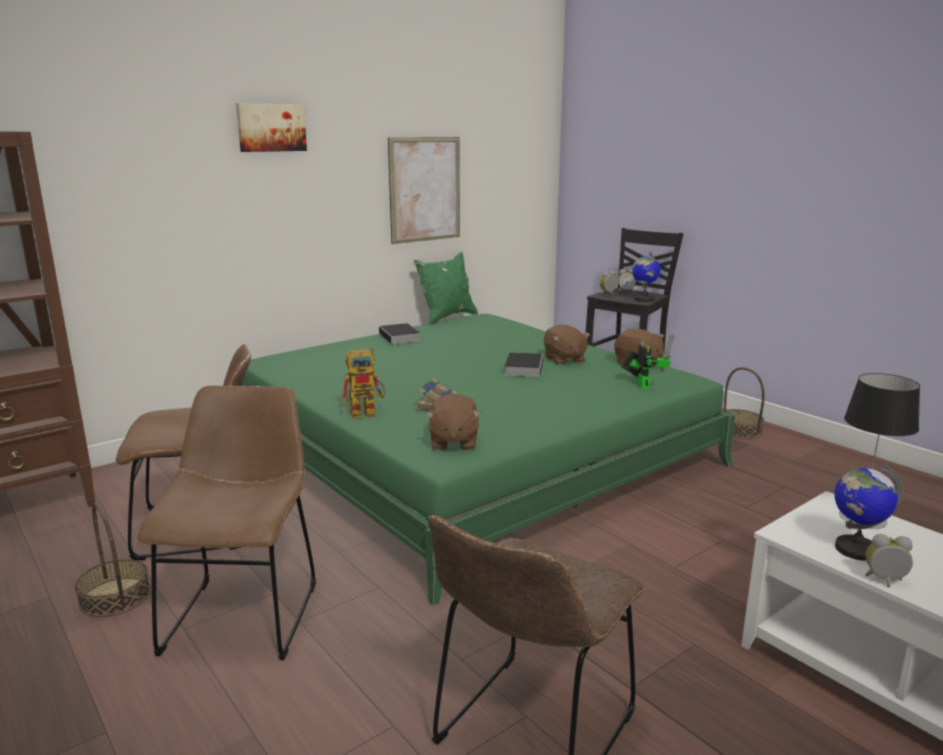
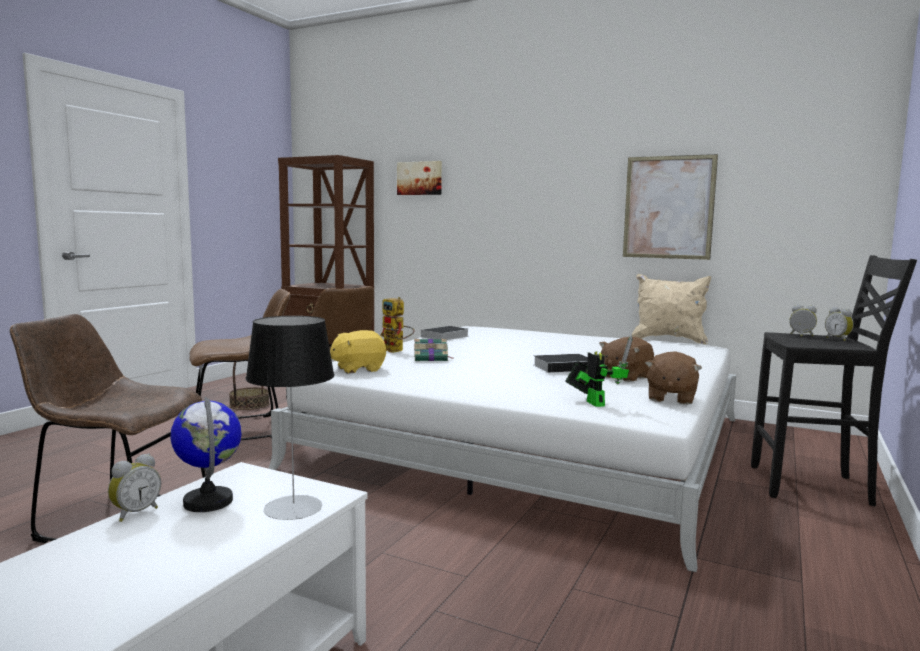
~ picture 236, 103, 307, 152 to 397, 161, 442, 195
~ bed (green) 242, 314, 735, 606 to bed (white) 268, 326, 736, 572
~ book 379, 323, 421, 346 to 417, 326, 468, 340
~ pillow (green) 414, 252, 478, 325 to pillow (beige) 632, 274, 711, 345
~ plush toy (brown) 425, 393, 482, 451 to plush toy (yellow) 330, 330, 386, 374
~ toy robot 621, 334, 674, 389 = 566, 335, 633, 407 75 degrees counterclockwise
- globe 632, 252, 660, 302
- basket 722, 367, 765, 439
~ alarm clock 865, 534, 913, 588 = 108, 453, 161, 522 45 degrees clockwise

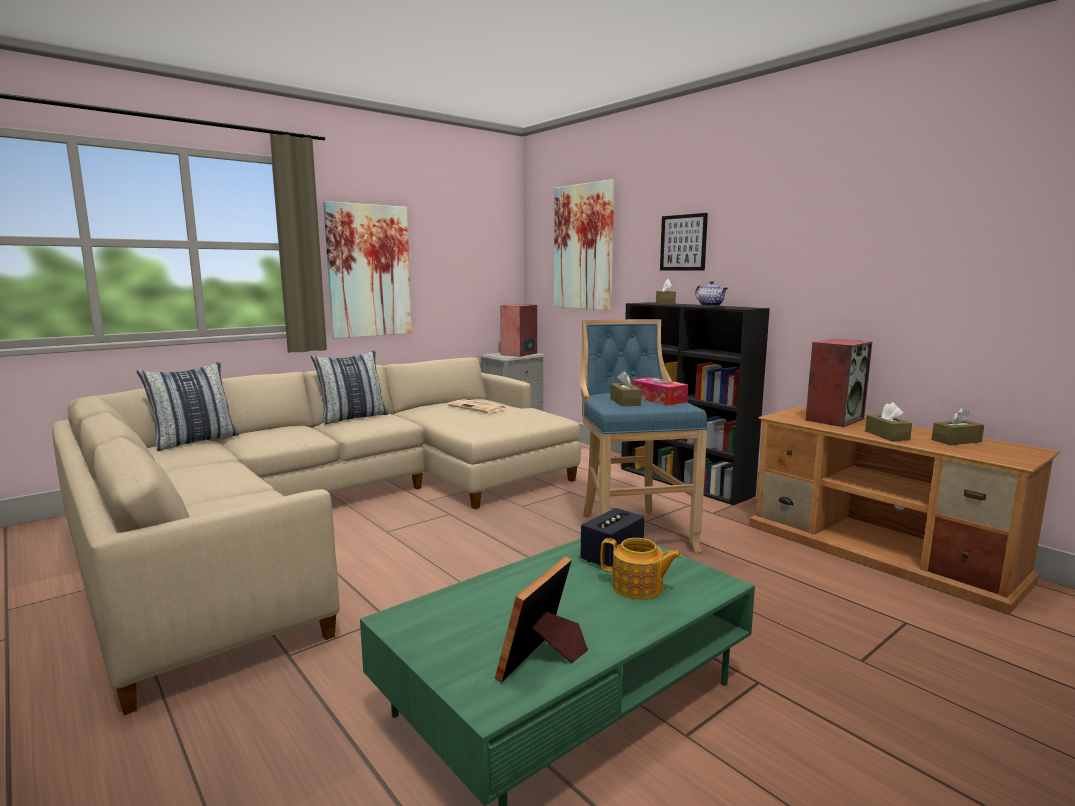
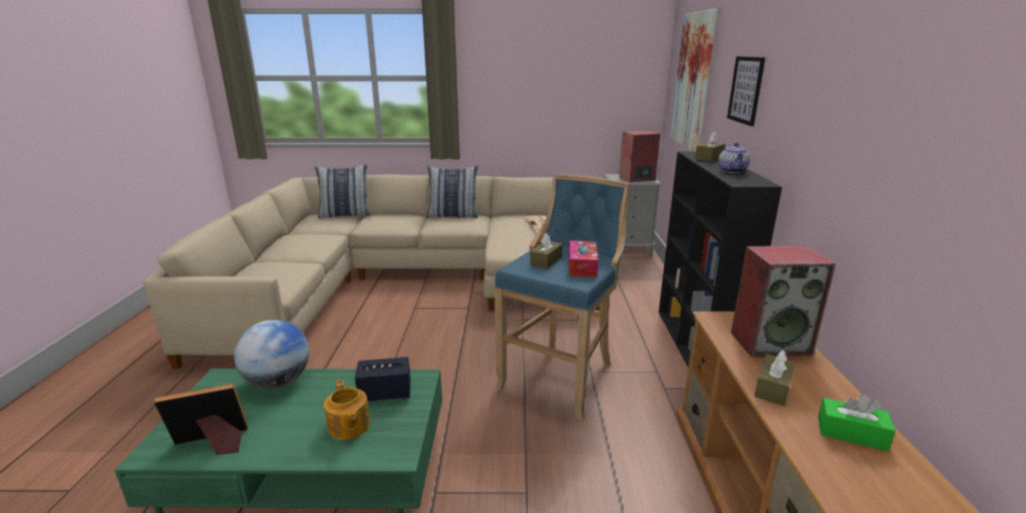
- picture 323, 201, 412, 339
~ tissue box (brown) 932, 407, 984, 445 to tissue box (green) 818, 394, 895, 451
+ globe 234, 320, 309, 389

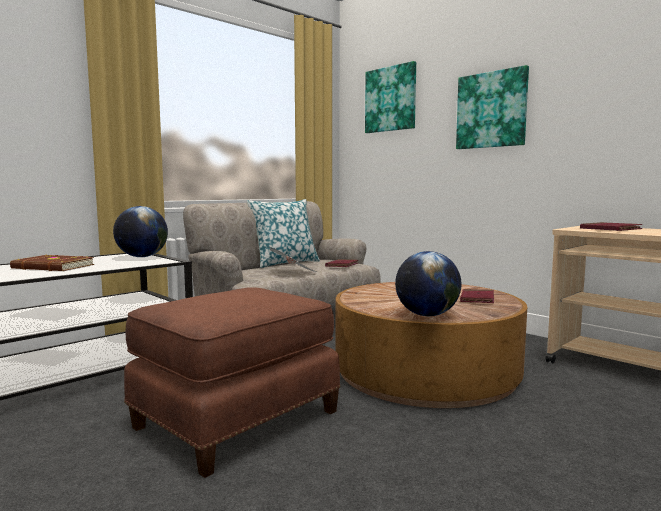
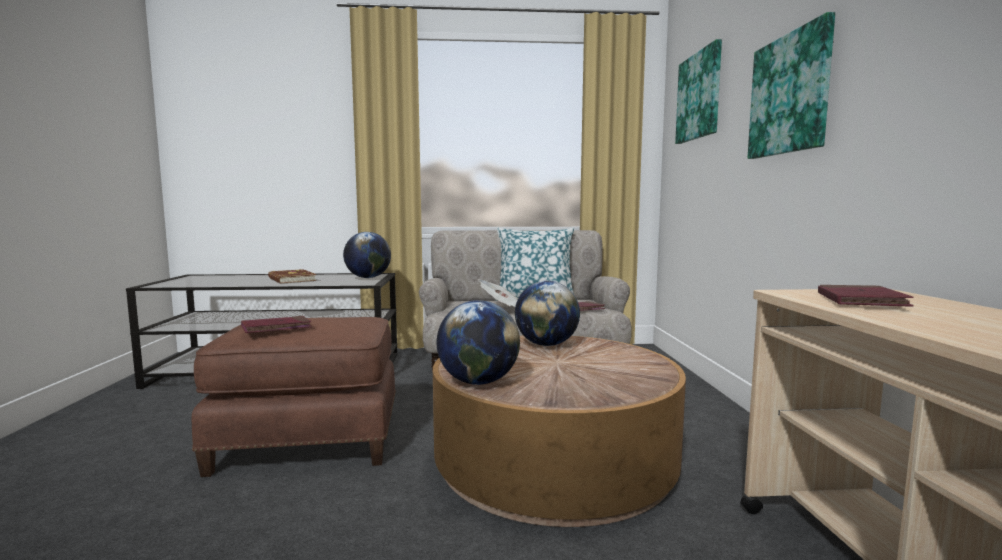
~ book (red) 460, 289, 494, 303 to 241, 315, 312, 333
+ globe 515, 281, 580, 346

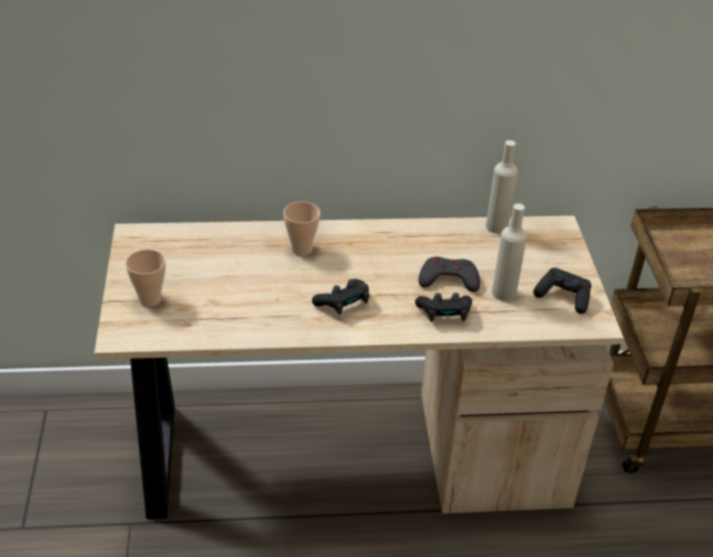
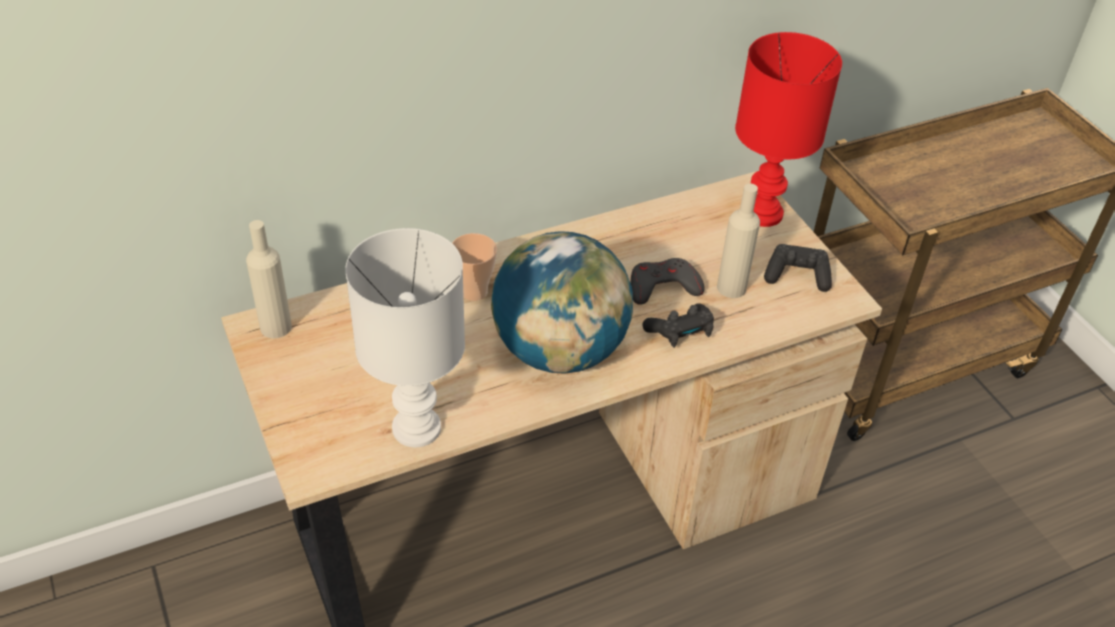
- cup 125, 249, 166, 307
~ game controller (black) 312, 279, 369, 315 to globe 491, 231, 633, 374
~ bottle (beige) 486, 140, 518, 234 to 246, 220, 292, 339
+ table lamp (white) 345, 228, 465, 448
+ table lamp (red) 735, 32, 842, 227

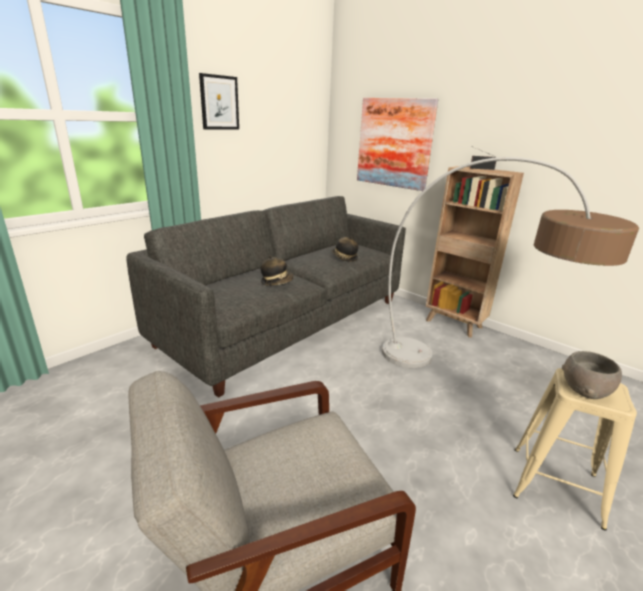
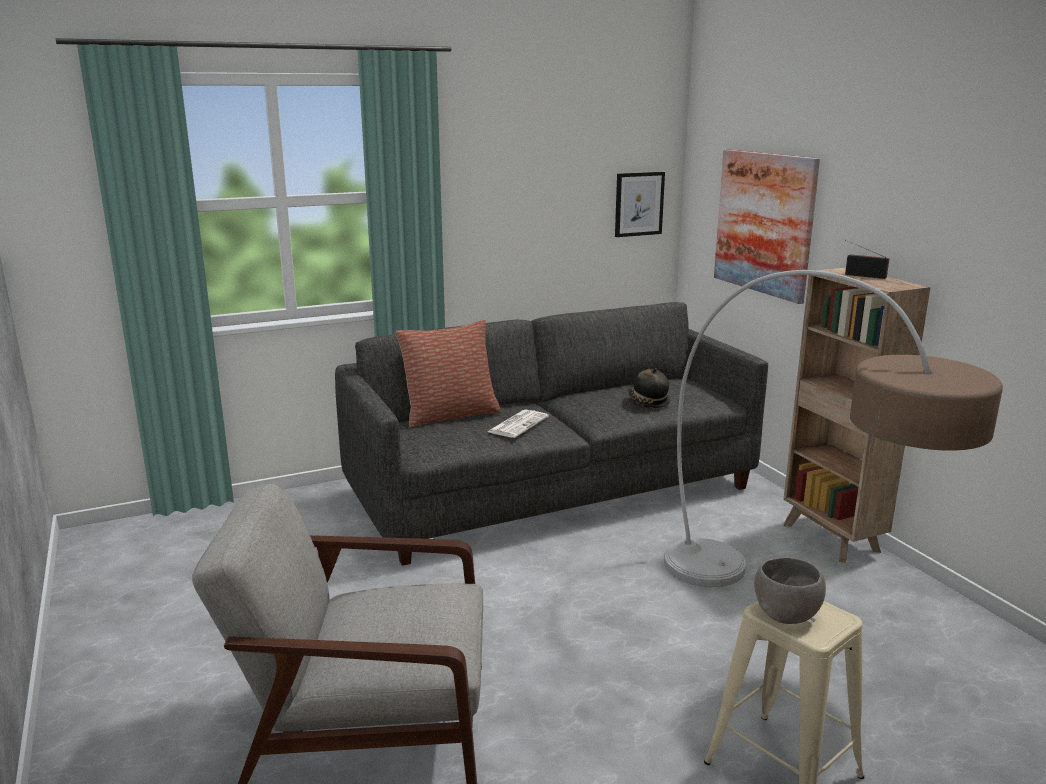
~ picture 199, 73, 239, 129 to 615, 172, 665, 237
~ hat 261, 255, 293, 285 to newspaper 488, 409, 549, 438
+ pillow 395, 320, 501, 428

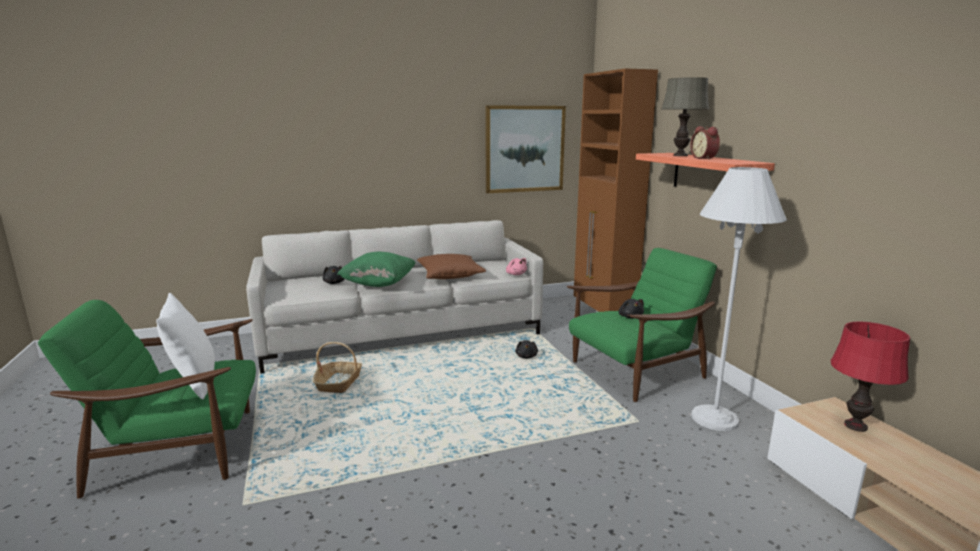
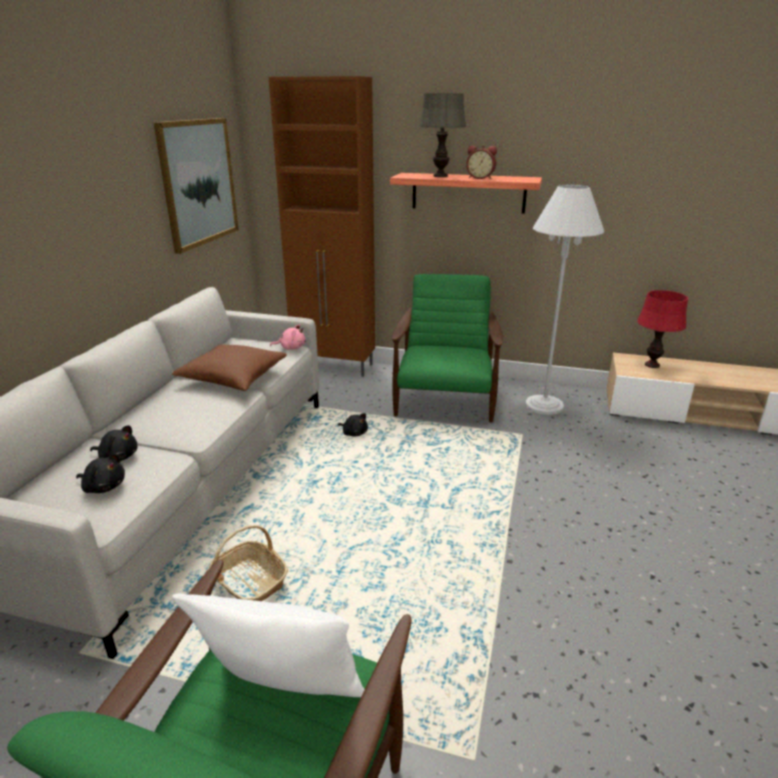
- pillow (green) 337, 252, 416, 287
~ plush toy (black) 619, 299, 644, 319 to 76, 454, 125, 493

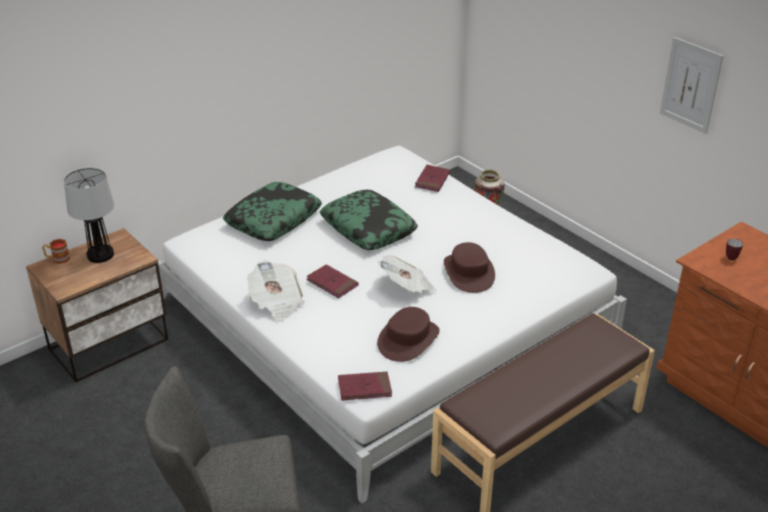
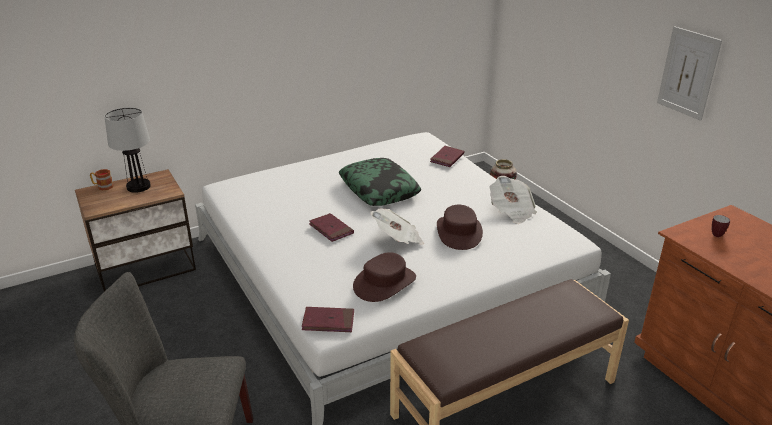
- pillow 223, 182, 322, 241
~ newspaper 247, 260, 305, 321 to 489, 176, 537, 224

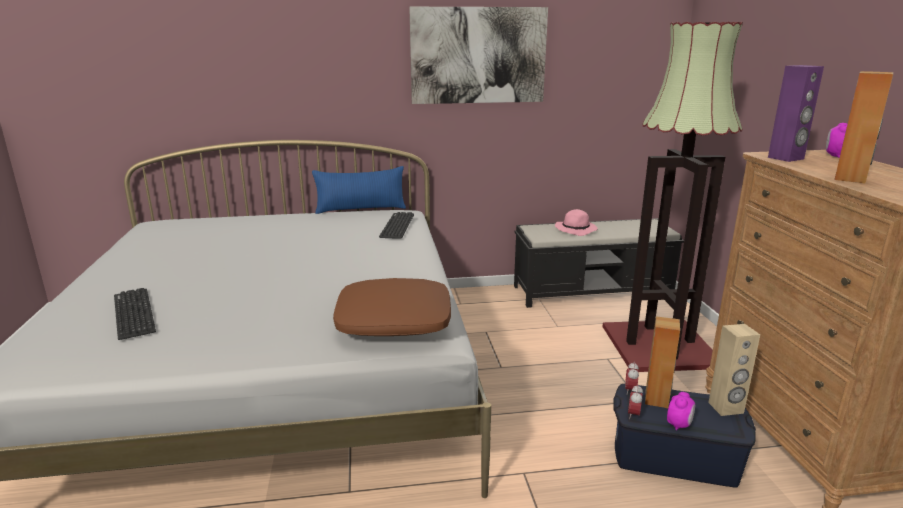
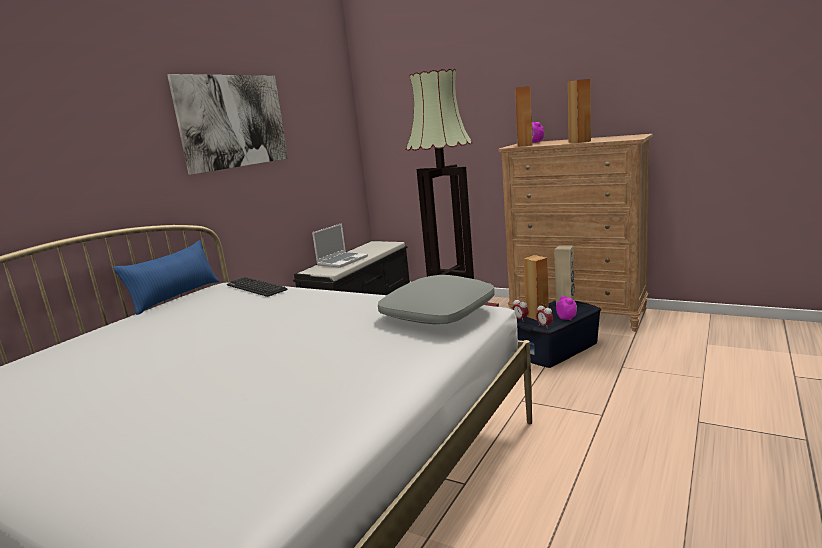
- keyboard 114, 288, 156, 340
~ pillow (brown) 333, 278, 451, 336 to pillow (grey) 378, 275, 495, 324
~ hat (pink) 555, 209, 597, 236 to laptop 312, 223, 368, 268
~ speaker (purple) 768, 65, 824, 162 to speaker (brown) 515, 86, 533, 147

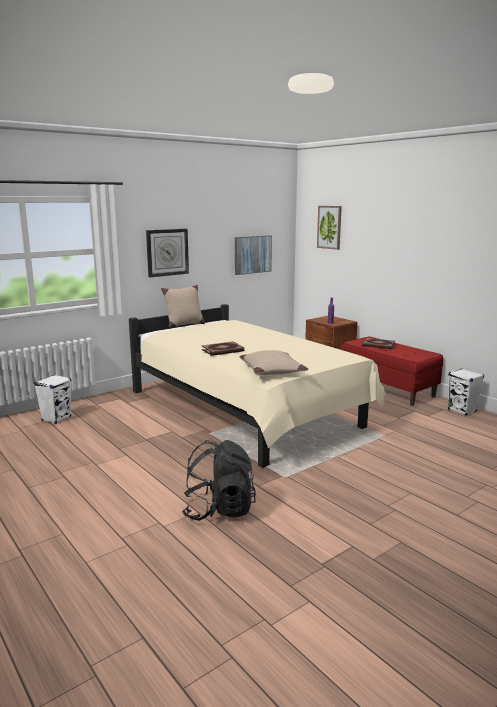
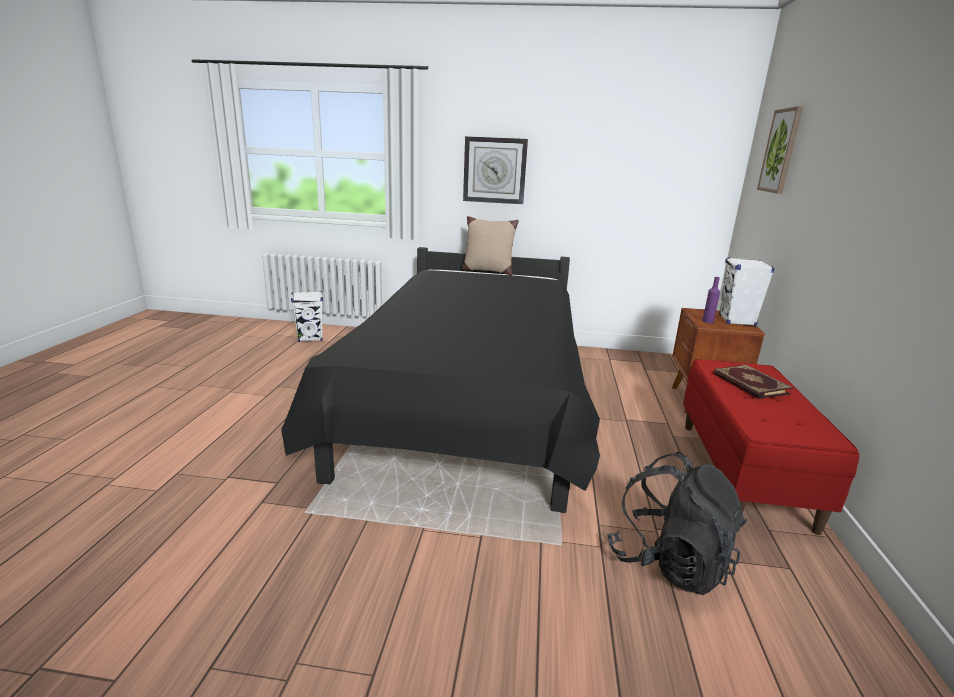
~ bed (beige) 129, 304, 386, 468 to bed (black) 281, 247, 600, 513
~ backpack (black) 182, 440, 256, 521 to 607, 452, 747, 595
- book 202, 341, 244, 356
- picture 235, 235, 272, 275
- pillow (beige) 240, 350, 308, 375
~ speaker (white) 448, 368, 484, 416 to 719, 257, 774, 327

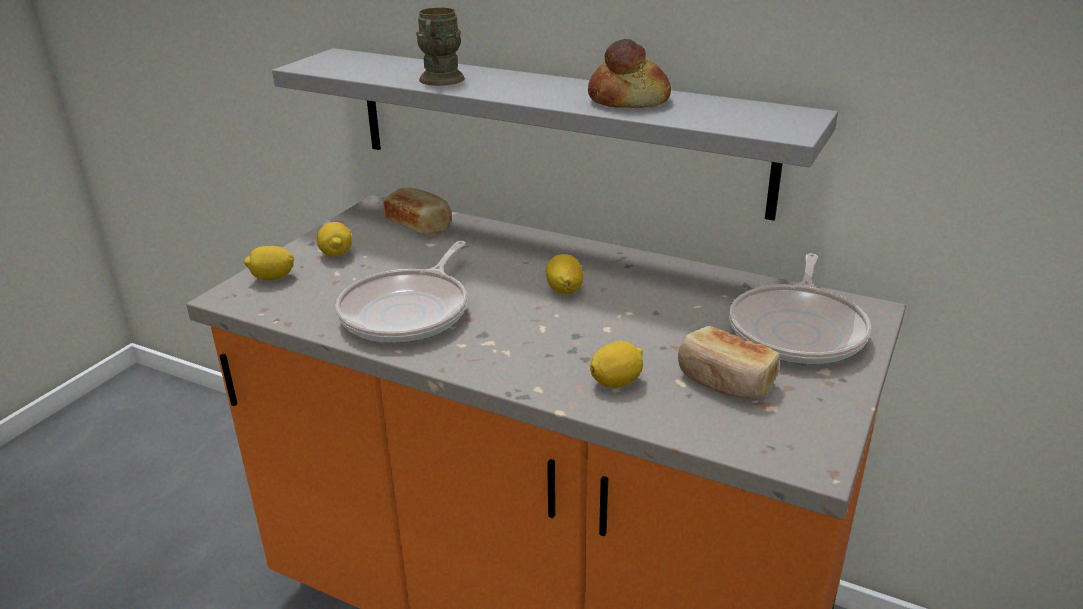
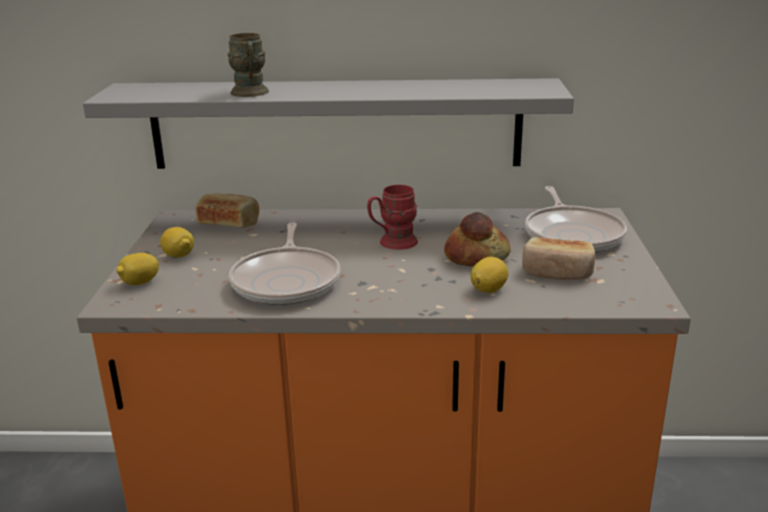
~ lemon 546, 254, 583, 294 to mug (red) 367, 185, 418, 250
~ bread 588, 39, 671, 108 to 444, 212, 511, 266

